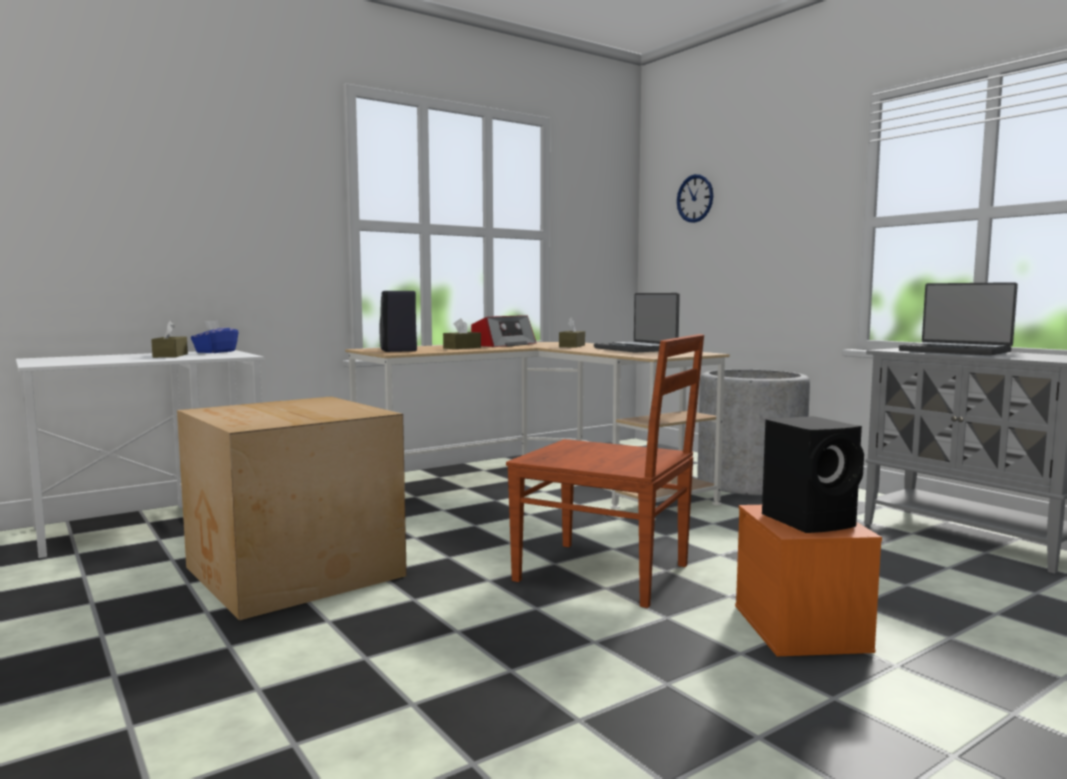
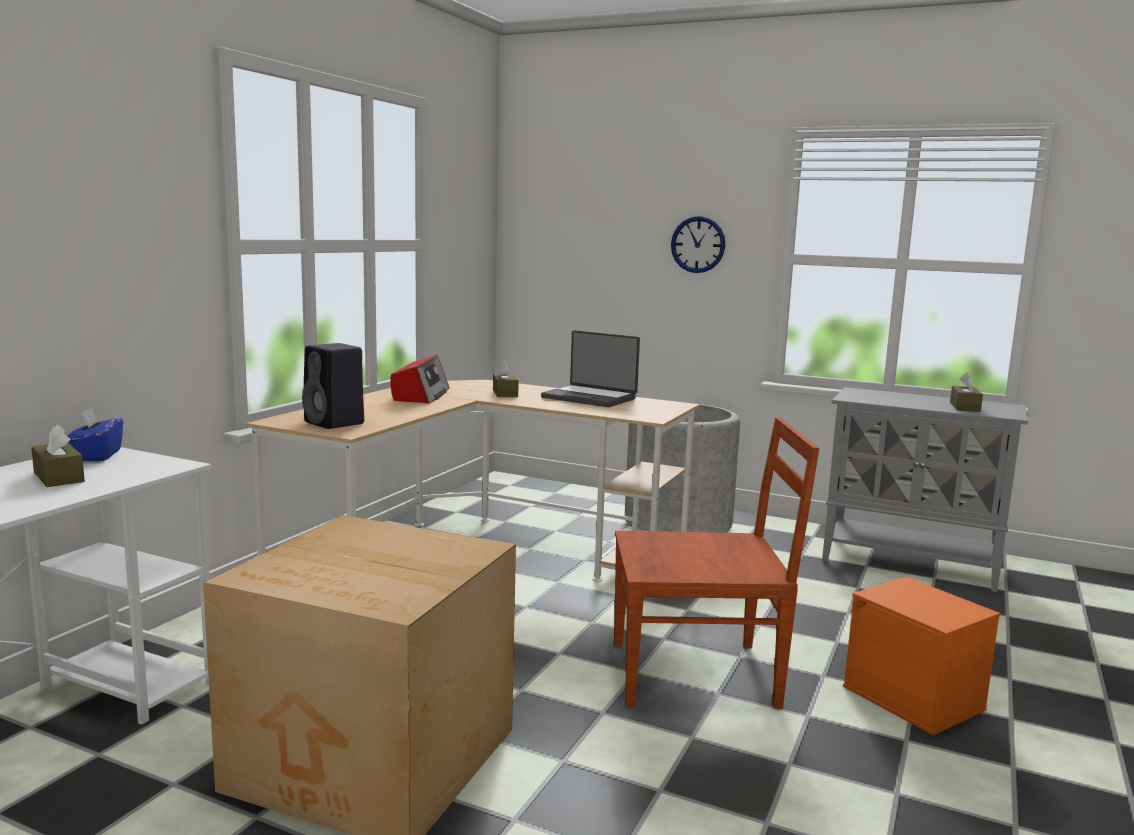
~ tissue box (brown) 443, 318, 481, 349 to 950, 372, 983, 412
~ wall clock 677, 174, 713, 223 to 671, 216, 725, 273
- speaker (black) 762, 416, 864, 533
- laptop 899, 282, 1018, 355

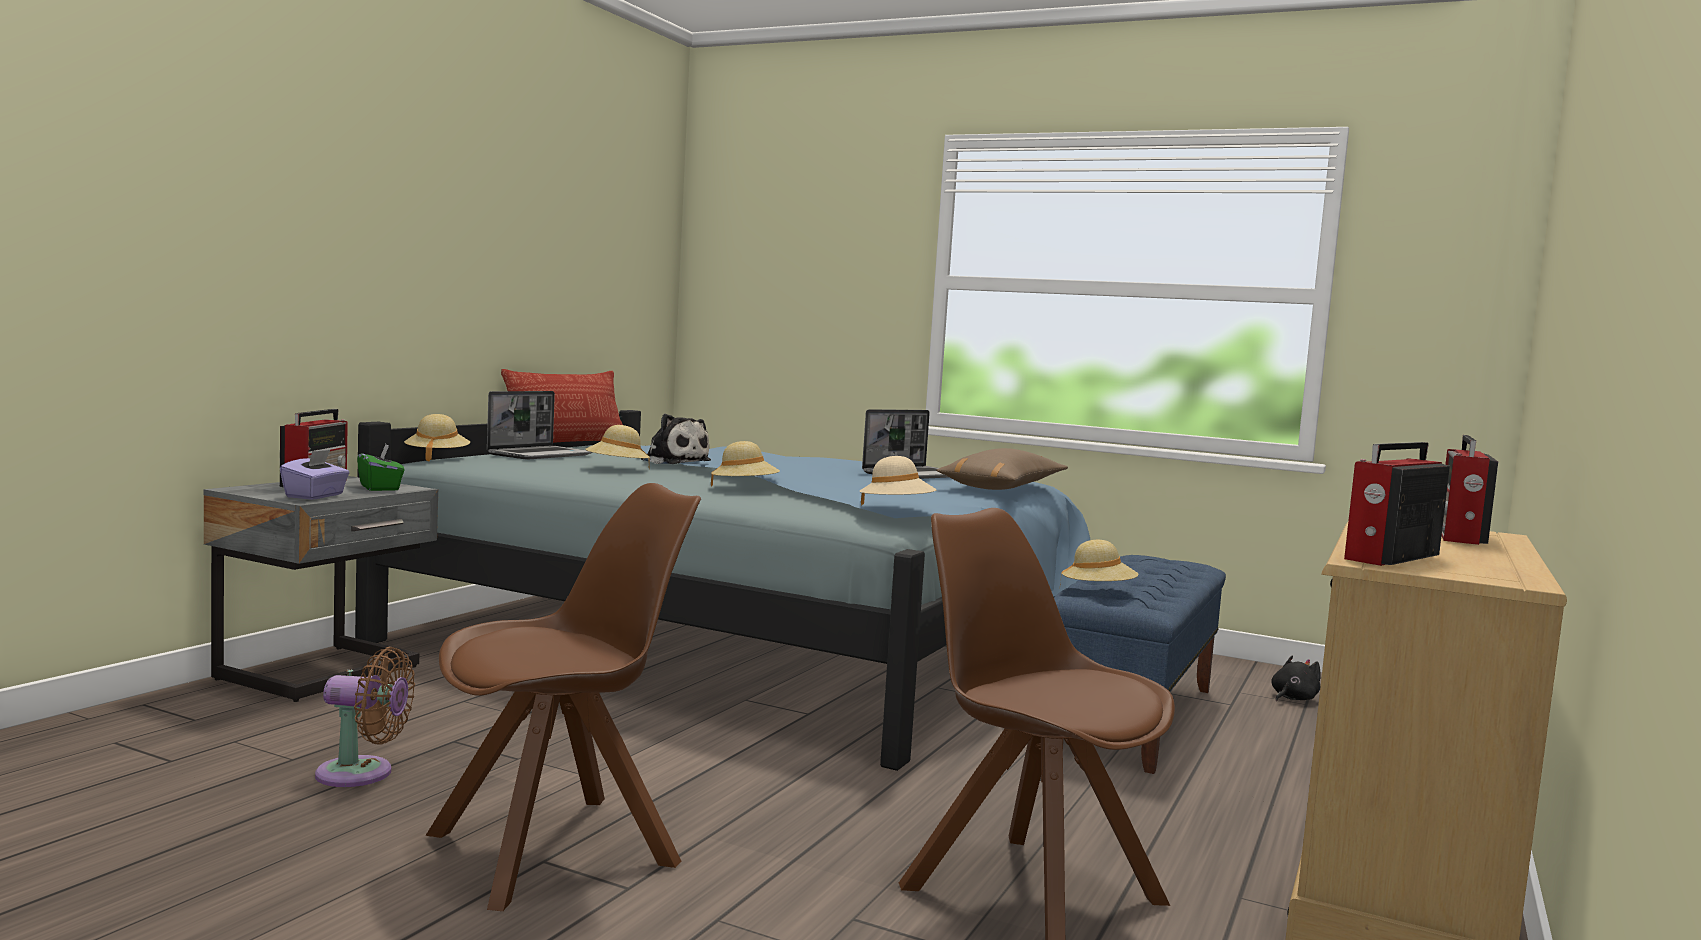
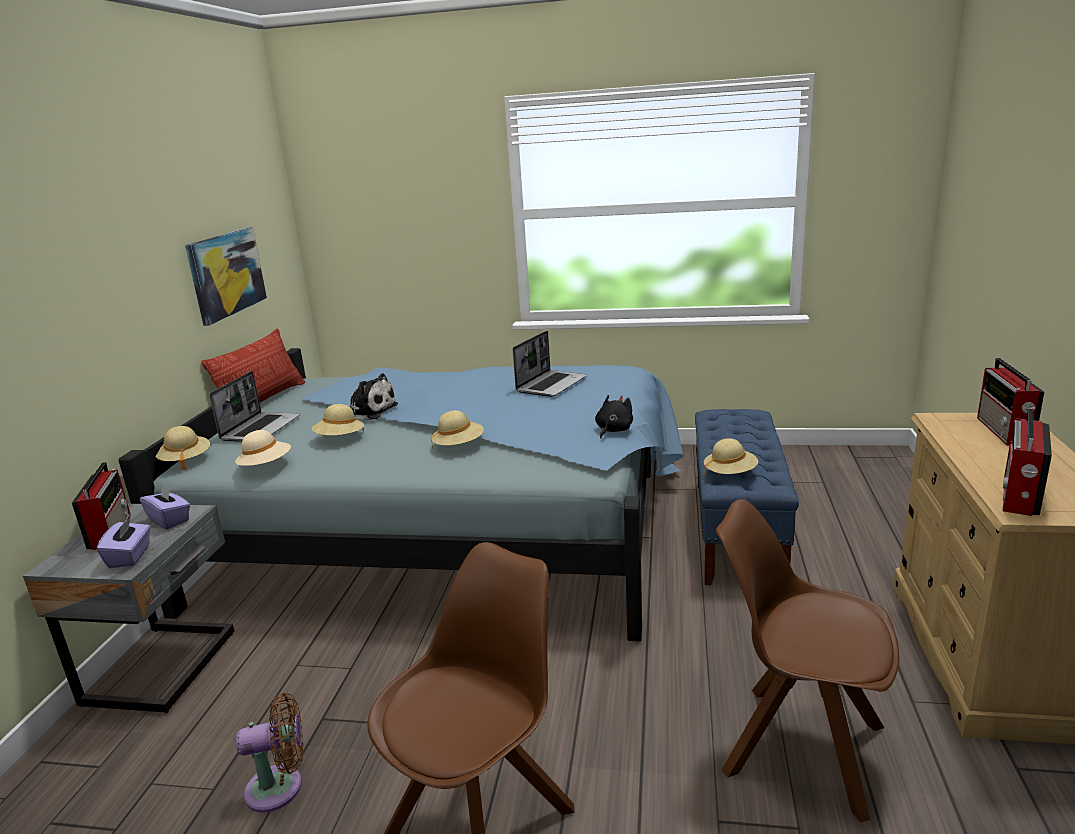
~ tissue box (green) 357, 444, 405, 491 to tissue box (purple) 140, 483, 190, 530
~ hat (beige) 860, 456, 937, 506 to 235, 430, 291, 466
- pillow (brown) 936, 448, 1068, 490
~ plush toy (black) 1271, 655, 1321, 701 to 595, 395, 633, 439
+ picture 185, 227, 267, 326

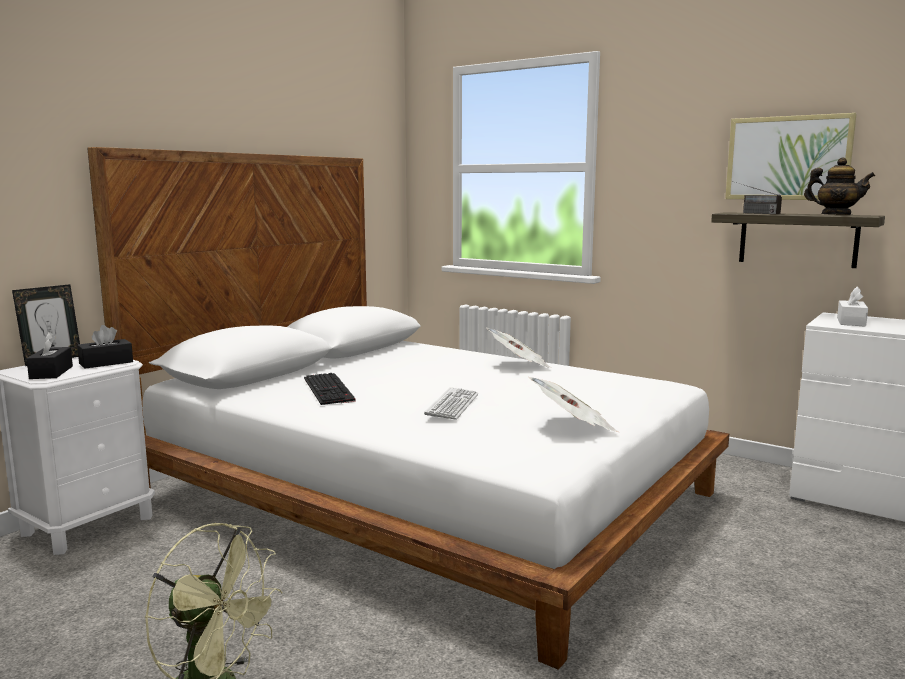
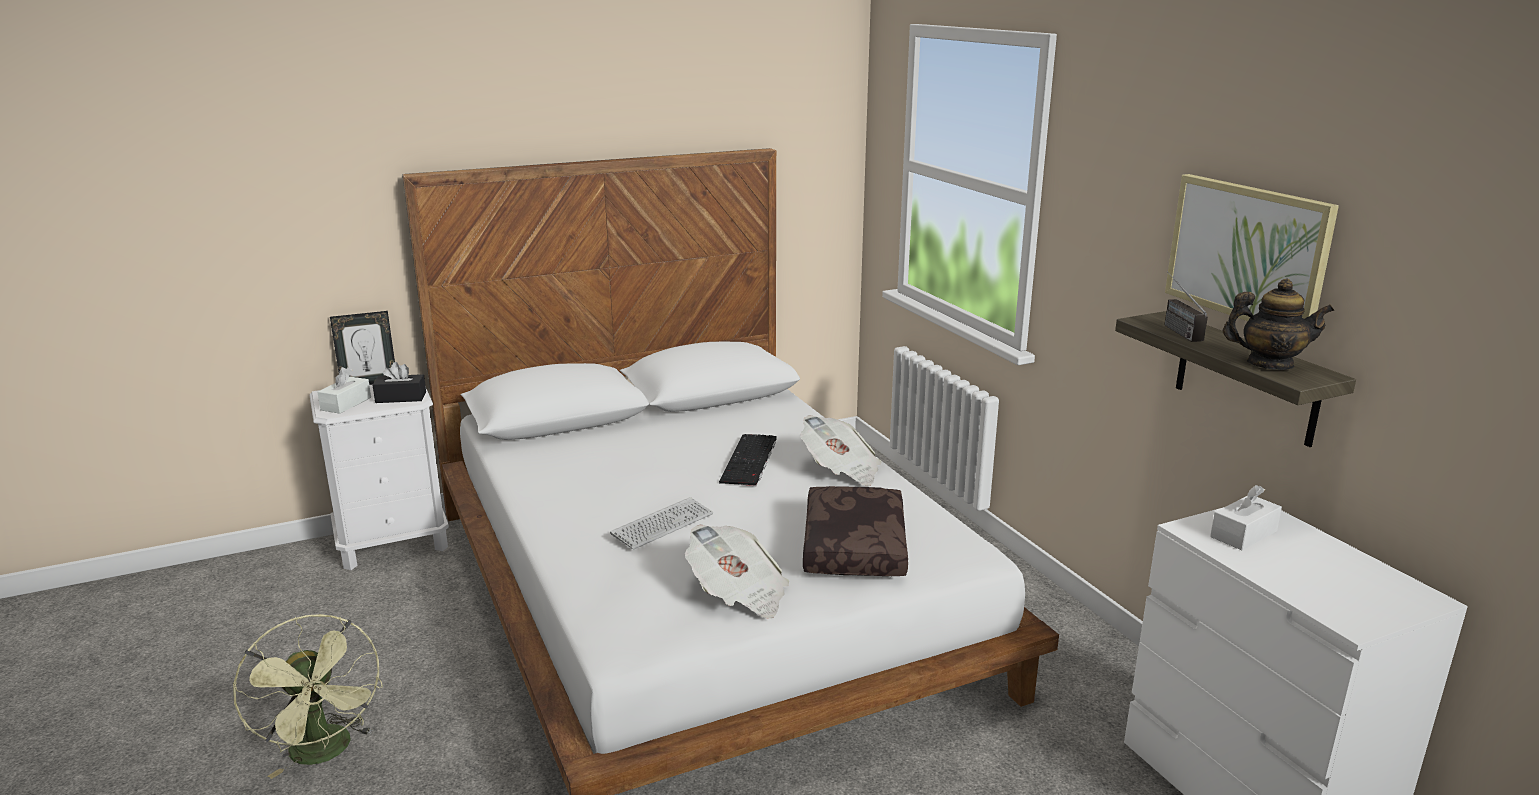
~ tissue box (black) 26, 332, 73, 379 to tissue box (white) 317, 367, 371, 414
~ keyboard 304, 373, 356, 405 to 719, 434, 777, 486
~ teapot 804, 157, 875, 215 = 1223, 279, 1334, 370 45 degrees counterclockwise
+ pillow (brown) 803, 486, 908, 576

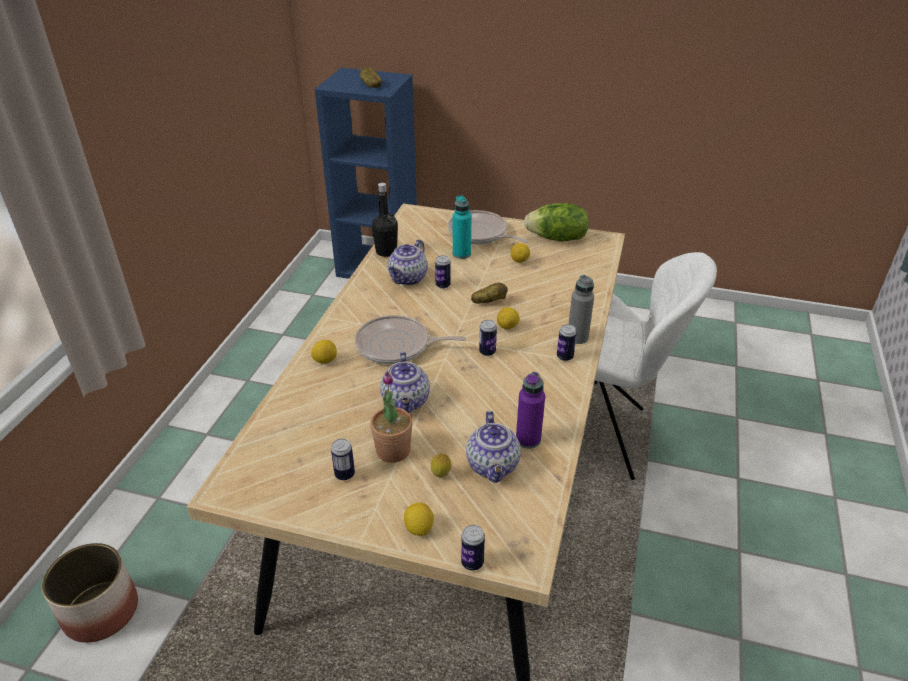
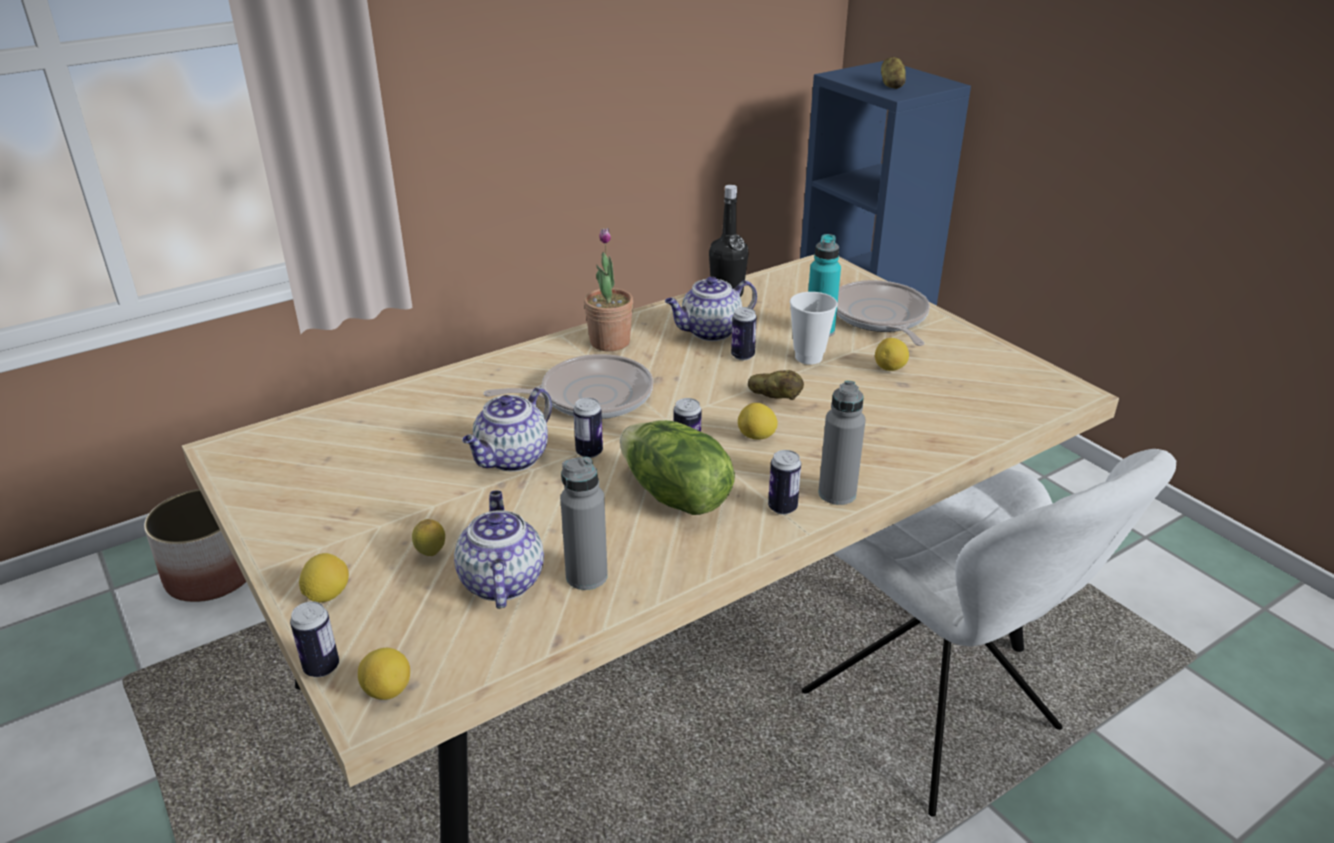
~ lemon 311, 340, 337, 364 to 358, 648, 410, 700
~ can 331, 439, 355, 480 to 573, 398, 603, 458
~ frying pan 355, 315, 466, 364 = 484, 354, 653, 419 120 degrees clockwise
~ potted plant 370, 371, 412, 463 to 584, 228, 633, 351
~ teapot 466, 411, 521, 483 = 454, 491, 544, 609 135 degrees clockwise
~ bottle (purple) 516, 372, 545, 449 to bottle (grey) 560, 457, 608, 590
~ lettuce 524, 203, 589, 241 to 620, 420, 735, 515
+ cup 790, 292, 838, 365

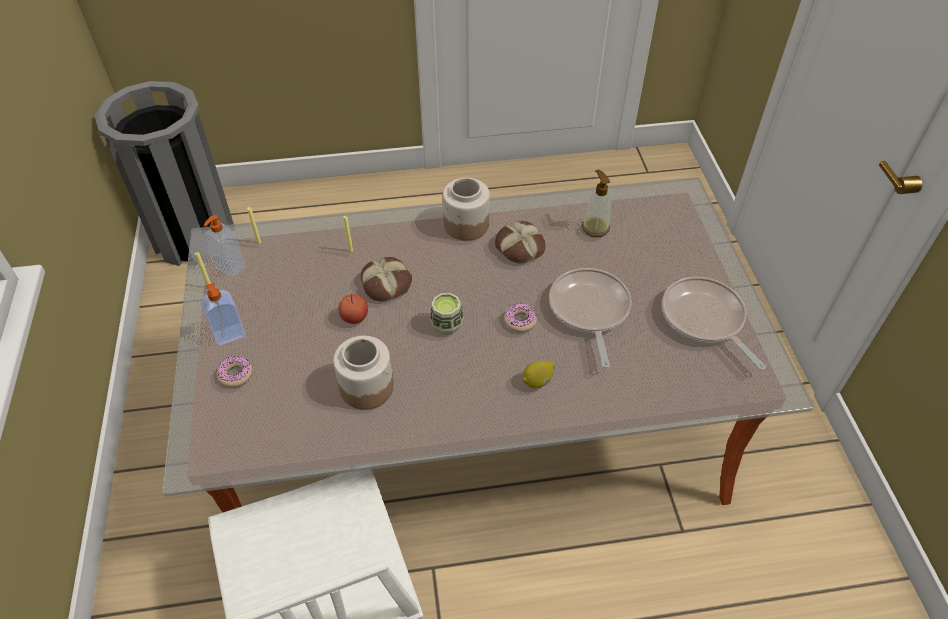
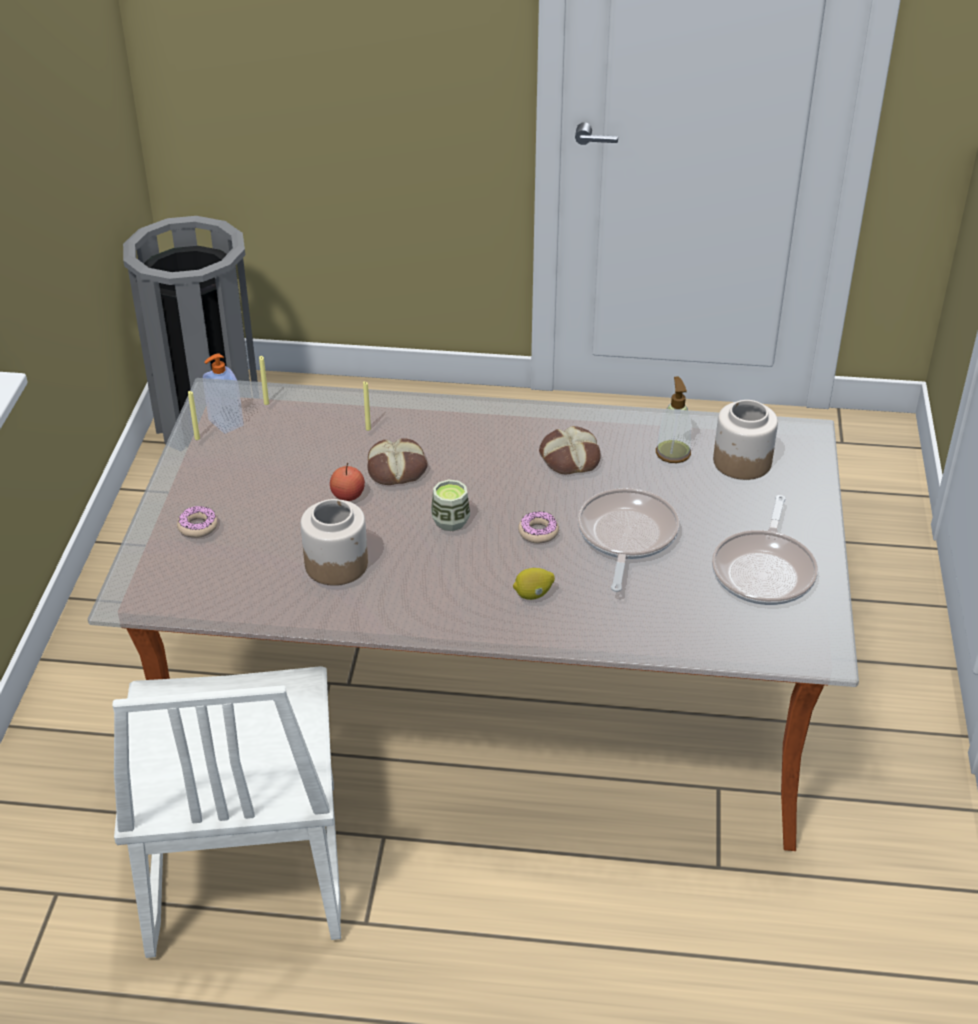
- soap dispenser 201, 283, 246, 346
~ jar 443, 178, 490, 241 to 713, 400, 778, 480
~ frying pan 662, 277, 766, 370 = 712, 495, 818, 605 150 degrees counterclockwise

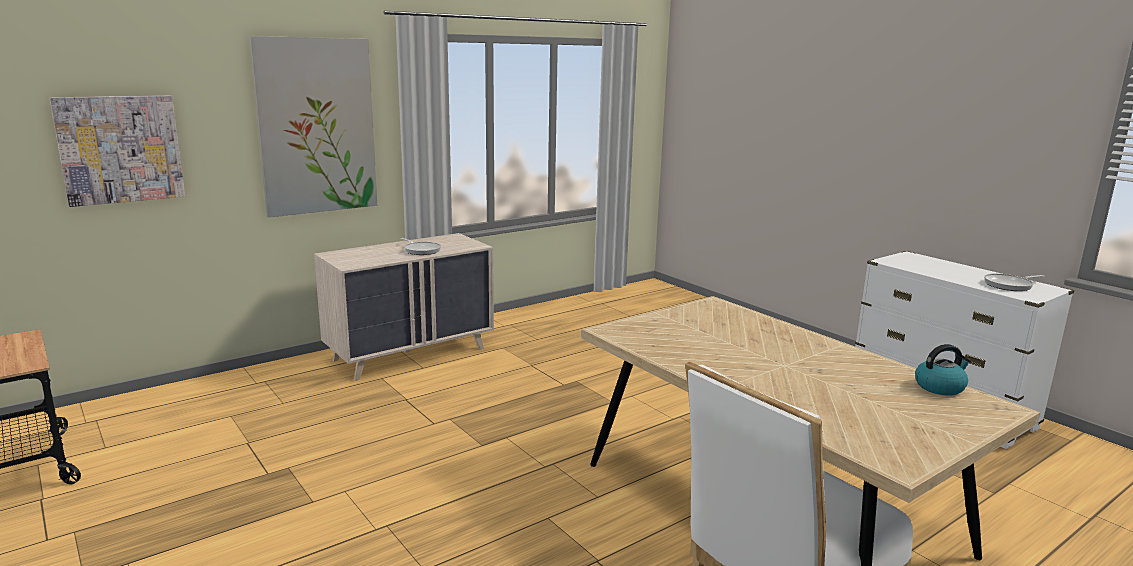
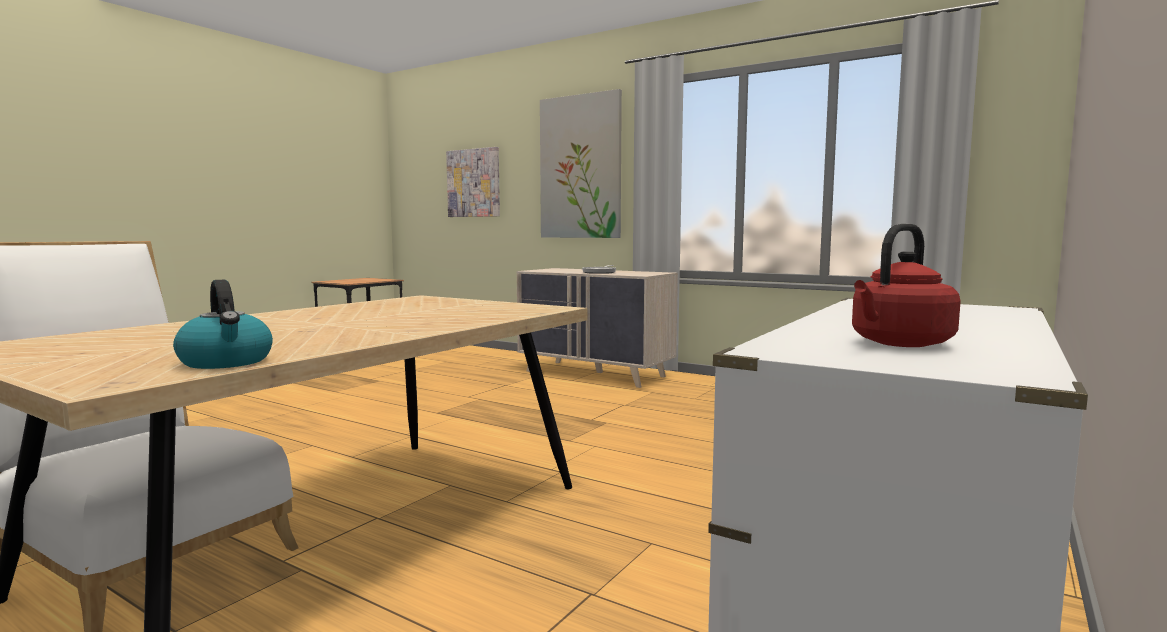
~ frying pan 984, 274, 1045, 291 to kettle (red) 852, 223, 961, 347

